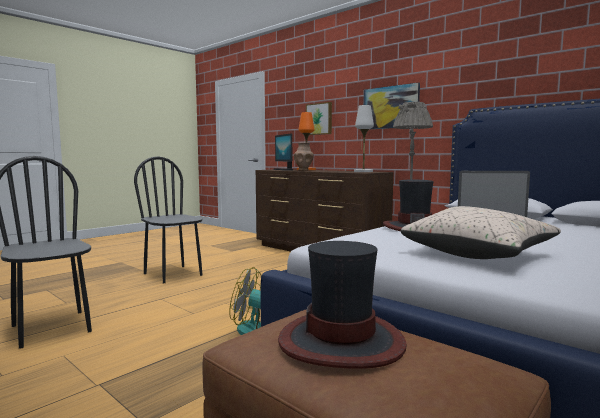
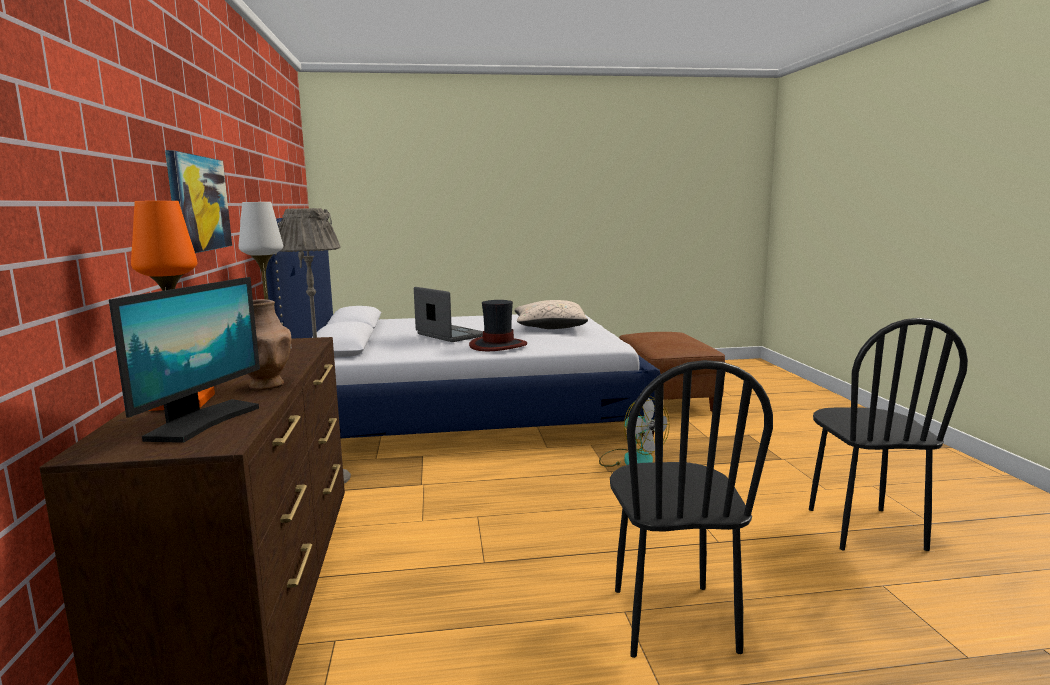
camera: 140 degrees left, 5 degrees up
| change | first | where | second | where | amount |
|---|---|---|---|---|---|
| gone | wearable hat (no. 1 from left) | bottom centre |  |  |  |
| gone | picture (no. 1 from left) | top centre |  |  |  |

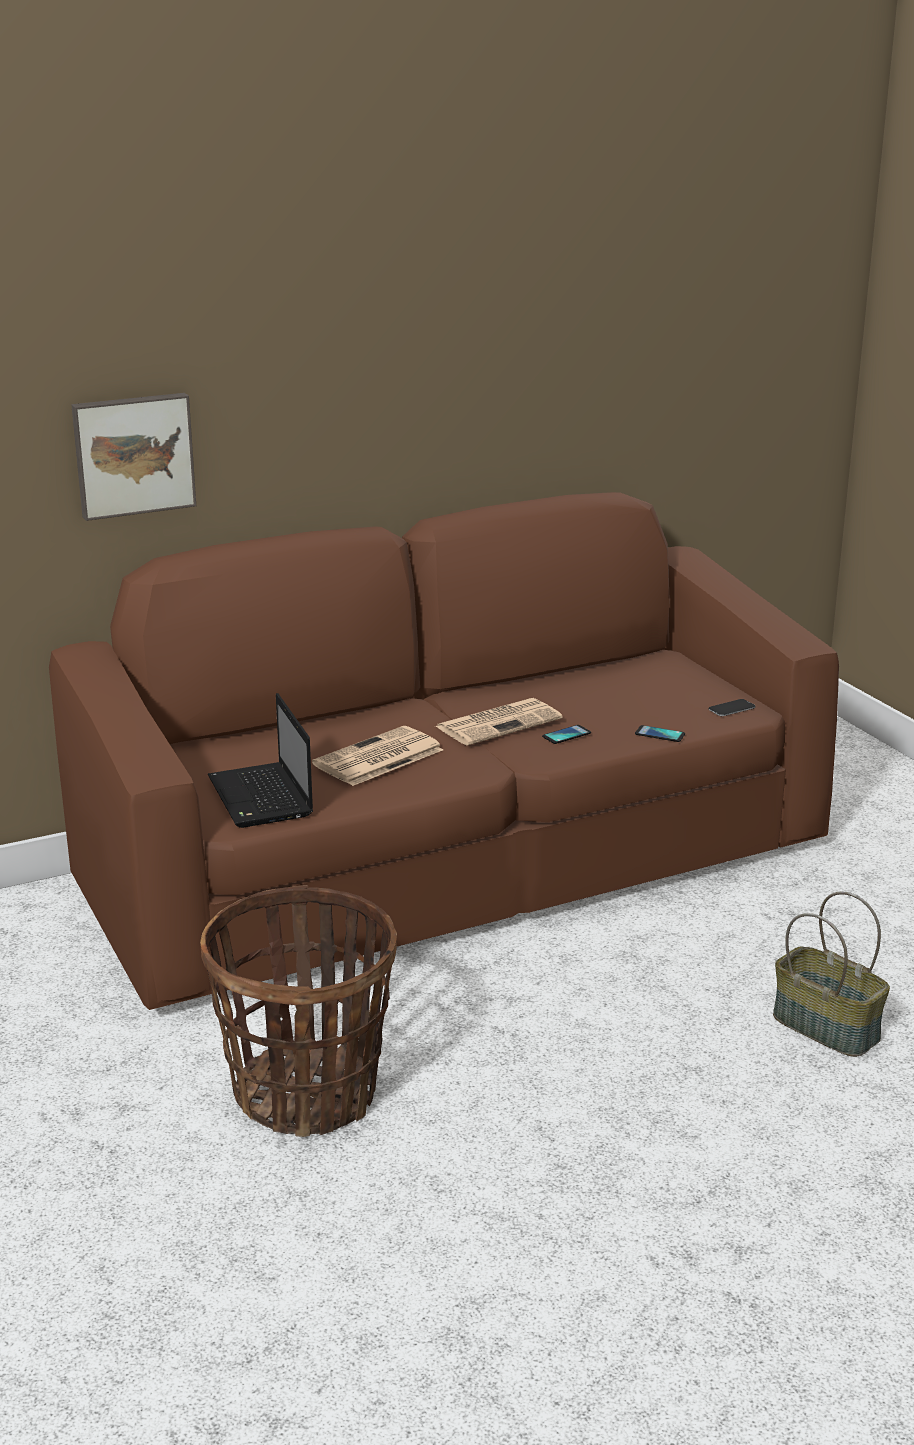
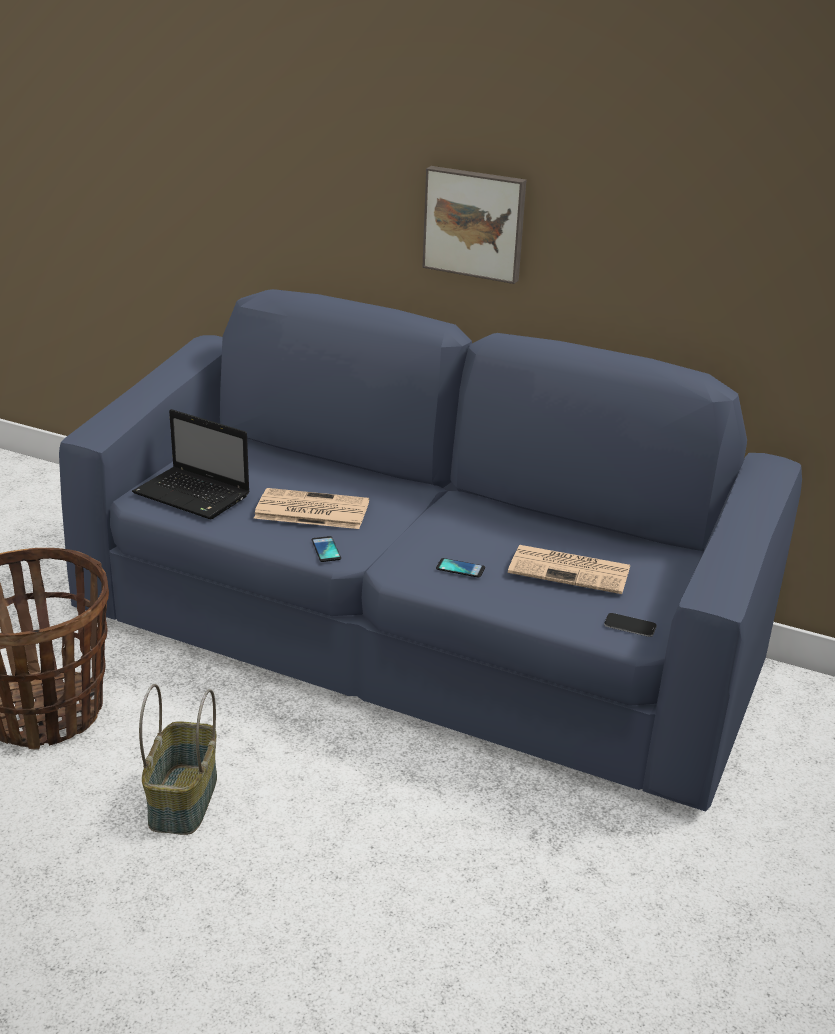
camera: 50 degrees right, 5 degrees up
| change | first | where | second | where | amount |
|---|---|---|---|---|---|
| repainted | couch (brown-coloured) | centre | couch (bluish) | centre |  |
| rotated | notebook computer | middle left |  | middle left | 90 degrees counterclockwise |
| shifted | basket (no. 2 from left) | bottom right |  | bottom left |  |
| shifted | phone (no. 2 from left in the first image) | middle right | phone (no. 1 from left) | centre |  |
| shifted | picture | top left |  | top centre |  |
| shifted | daily paper (no. 2 from left) | centre |  | middle right |  |

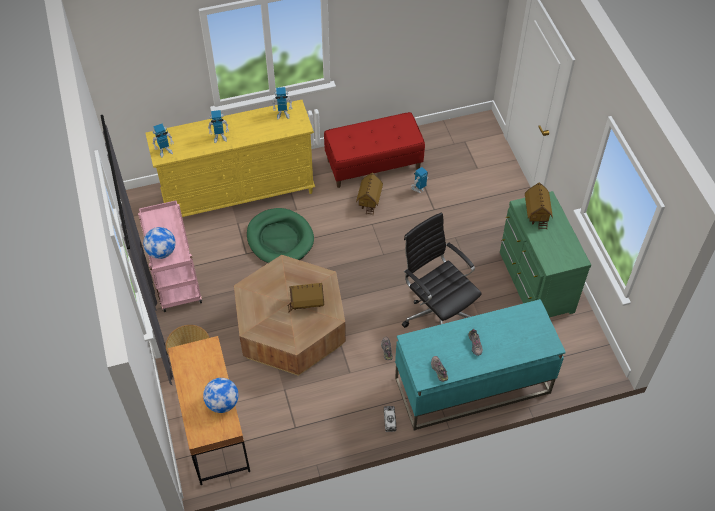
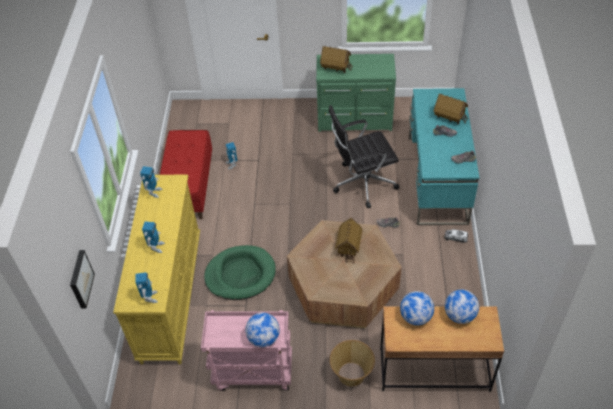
camera: 70 degrees left, 5 degrees down
| change | first | where | second | where | amount |
|---|---|---|---|---|---|
| new |  |  | picture | bottom left |  |
| new |  |  | desk globe (no. 2 from left) | bottom right |  |
| shifted | model house (no. 2 from left in the first image) | centre | model house (no. 3 from left) | top right |  |

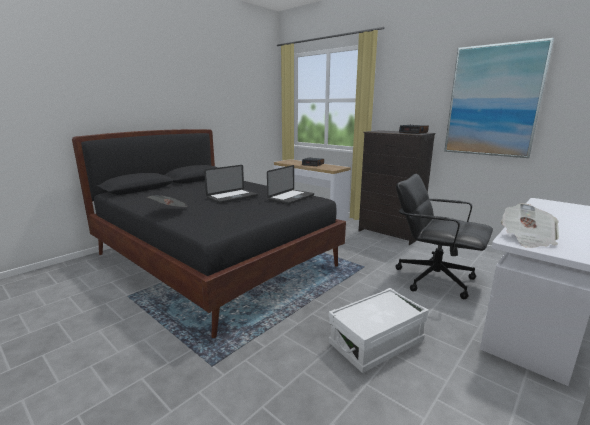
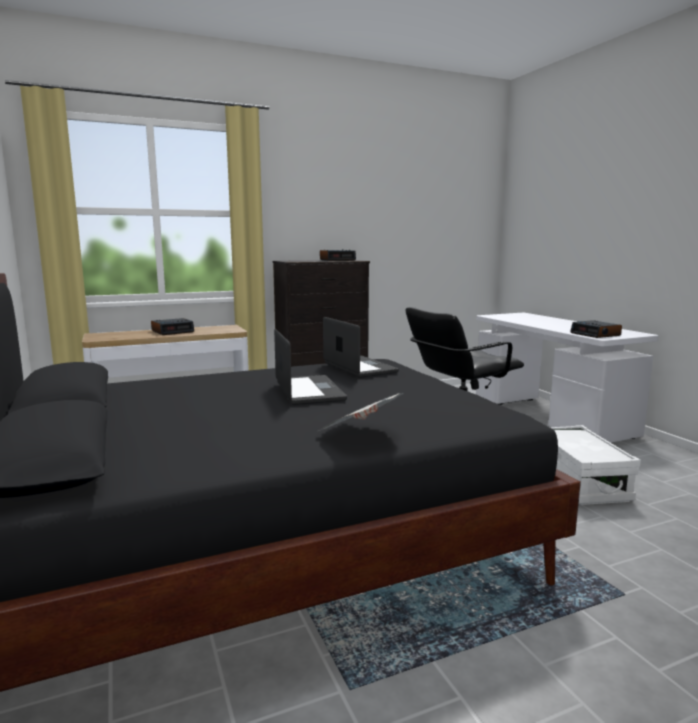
camera: 65 degrees left, 5 degrees down
| change | first | where | second | where | amount |
|---|---|---|---|---|---|
| swapped | daily paper (no. 2 from left) | middle right | bedside clock (no. 3 from left) | middle right |  |
| gone | picture | top right |  |  |  |

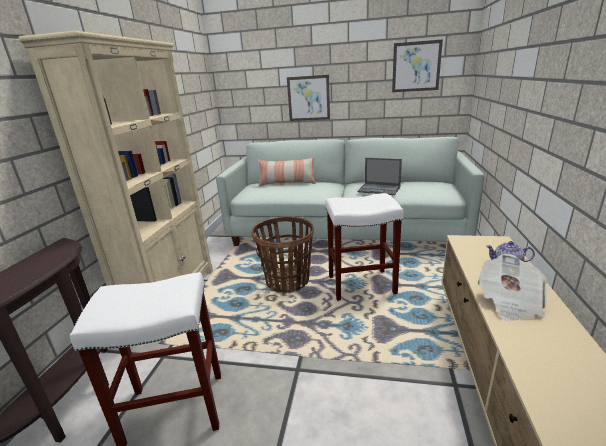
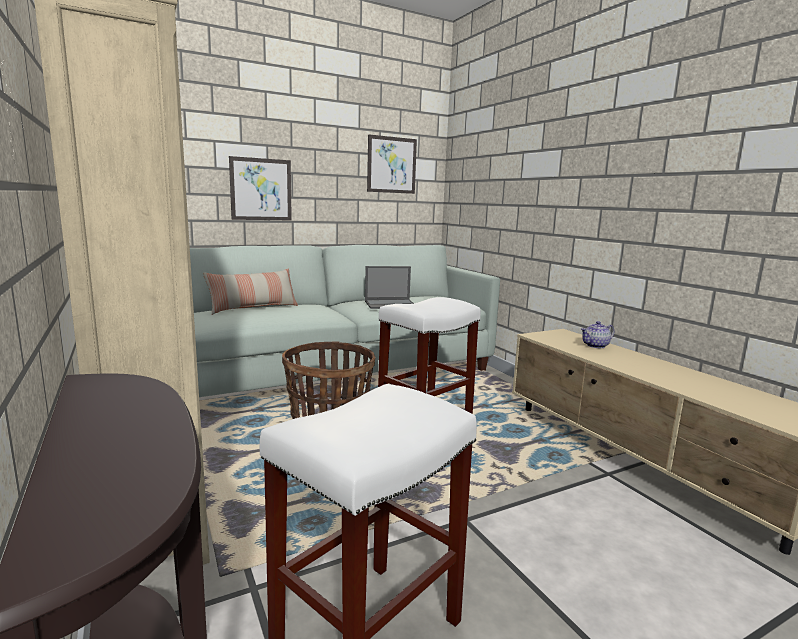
camera: 40 degrees left, 10 degrees down
| change | first | where | second | where | amount |
|---|---|---|---|---|---|
| gone | daily paper | middle right |  |  |  |

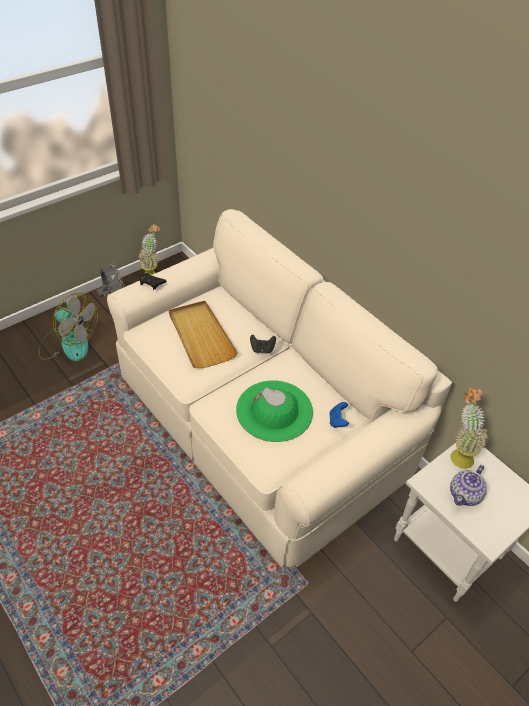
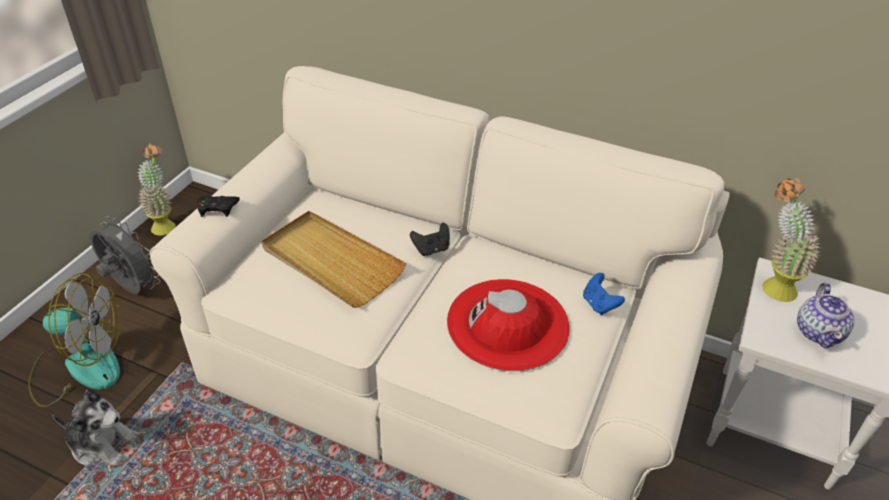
camera: 25 degrees left, 5 degrees down
| change | first | where | second | where | amount |
|---|---|---|---|---|---|
| new |  |  | cuddly toy | bottom left |  |
| repainted | wearable hat (green) | centre | wearable hat (red-coloured) | centre |  |

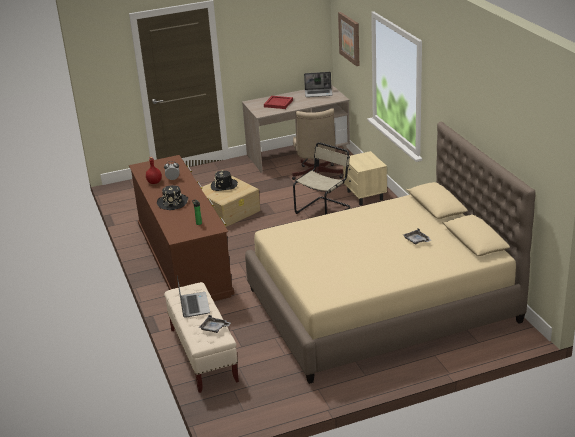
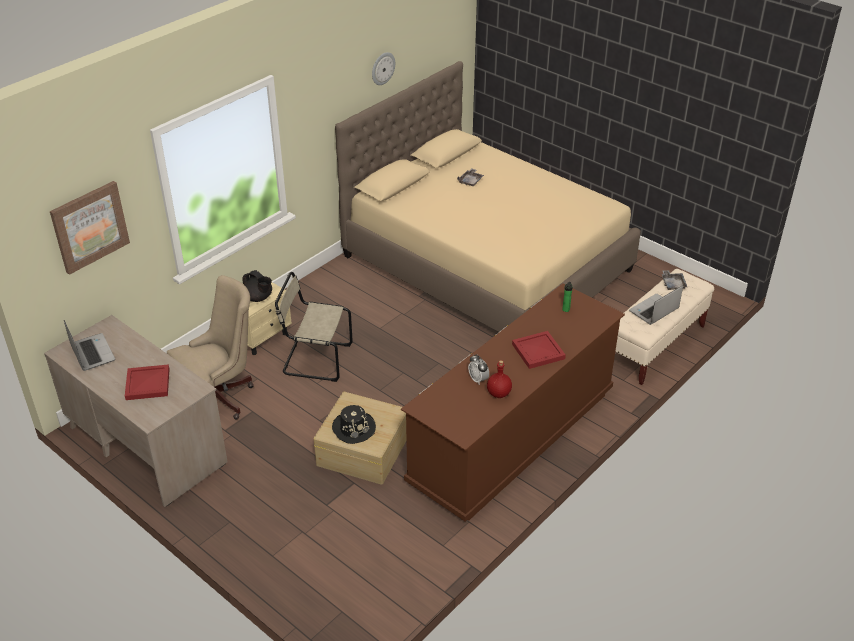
camera: 120 degrees left, 10 degrees up
| change | first | where | second | where | amount |
|---|---|---|---|---|---|
| new |  |  | tea pot (black-coloured) | middle left |  |
| new |  |  | hanging clock | top centre |  |
| swapped | wearable hat (black-coloured) (no. 1 from left) | middle left | serving tray (red-coloured) (no. 2 from left) | centre |  |

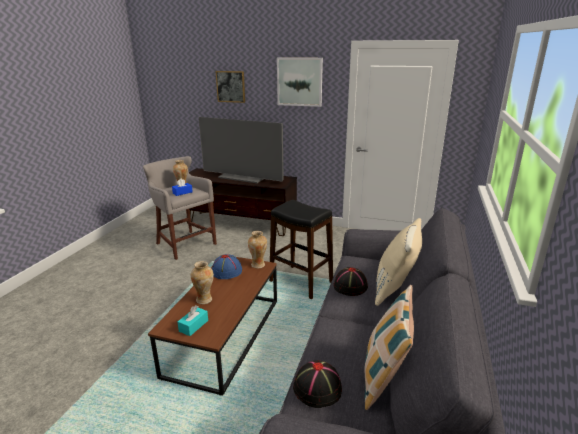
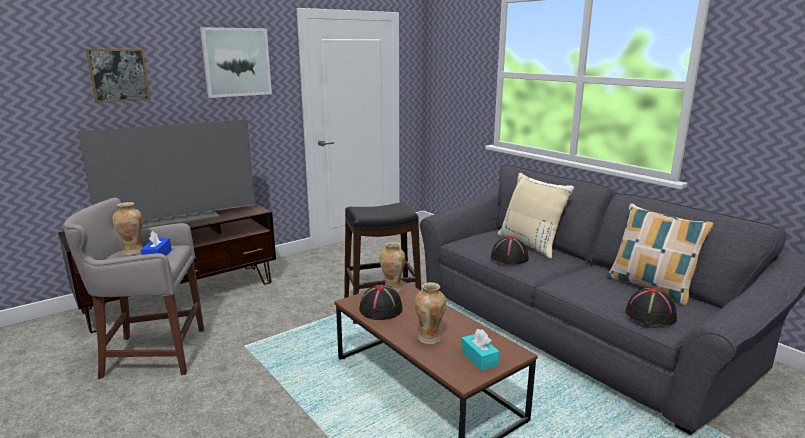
camera: 55 degrees left, 5 degrees down
| change | first | where | second | where | amount |
|---|---|---|---|---|---|
| repainted | wearable hat (bluish) | centre | wearable hat (black-coloured) (no. 1 from left) | bottom centre |  |

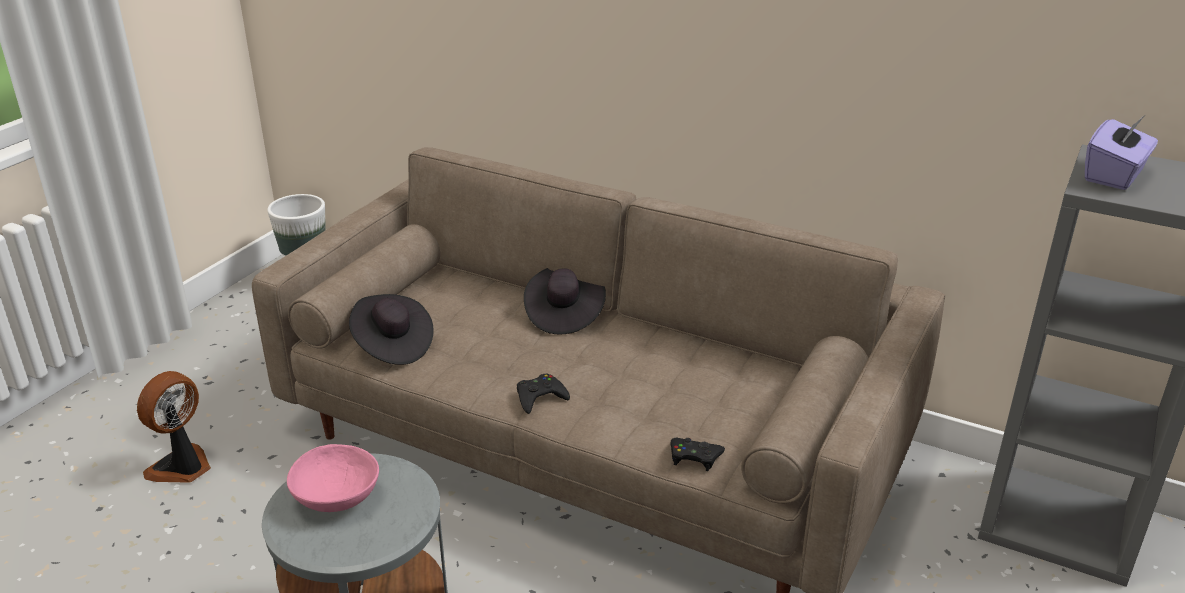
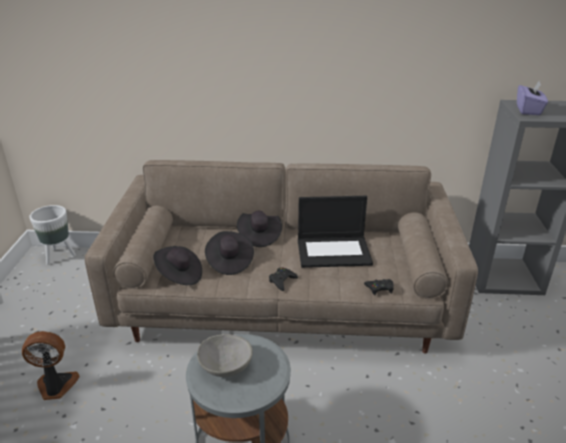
camera: 25 degrees left, 0 degrees up
| change | first | where | second | where | amount |
|---|---|---|---|---|---|
| rotated | electric fan | bottom left |  | bottom left | 75 degrees clockwise |
| repainted | serving bowl (pink) | bottom left | serving bowl (grey) | bottom centre |  |
| new |  |  | wearable hat (black-coloured) (no. 2 from left) | centre |  |
| new |  |  | notebook computer | centre |  |

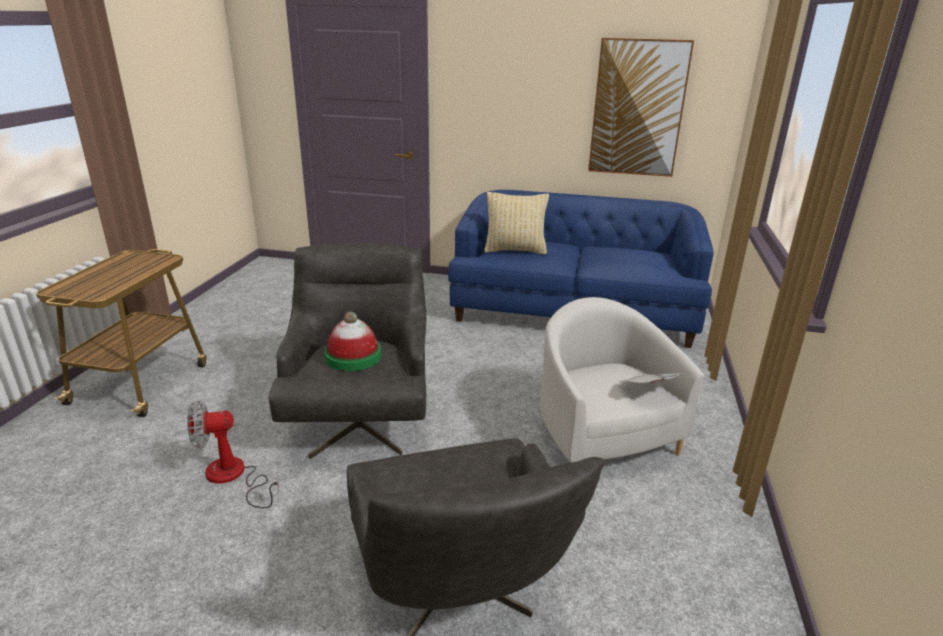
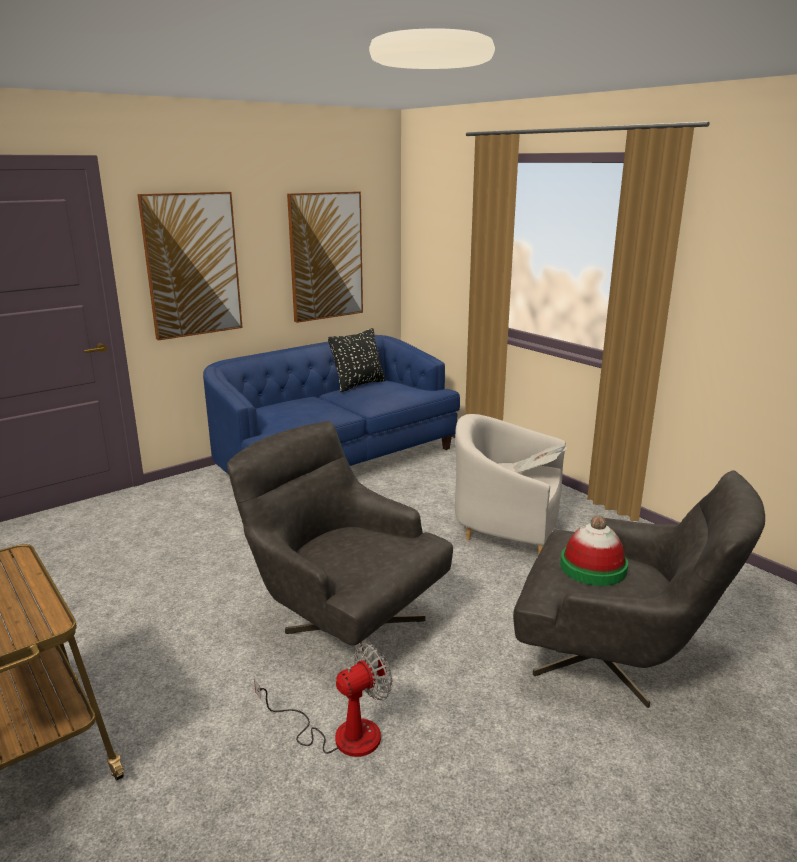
camera: 50 degrees left, 5 degrees down
| change | first | where | second | where | amount |
|---|---|---|---|---|---|
| new |  |  | picture (no. 1 from left) | top left |  |
| rotated | electric fan | bottom left |  | bottom centre | 150 degrees counterclockwise |
| new |  |  | throw pillow (black-coloured) | centre |  |
| shifted | wearable hat | centre |  | middle right |  |
| gone | throw pillow (beige-coloured) | centre |  |  |  |

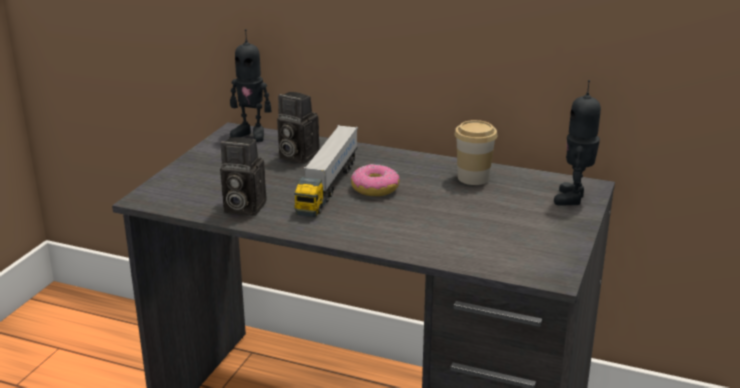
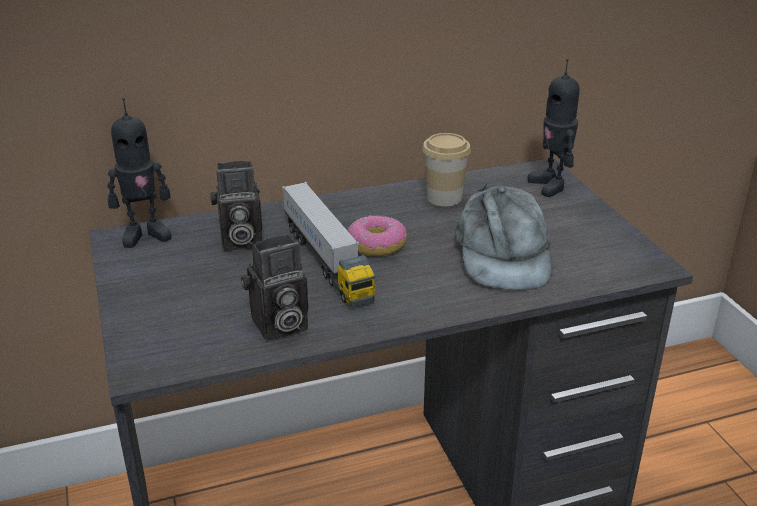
camera: 40 degrees left, 5 degrees up
| change | first | where | second | where | amount |
|---|---|---|---|---|---|
| new |  |  | cap (grey) | centre |  |

